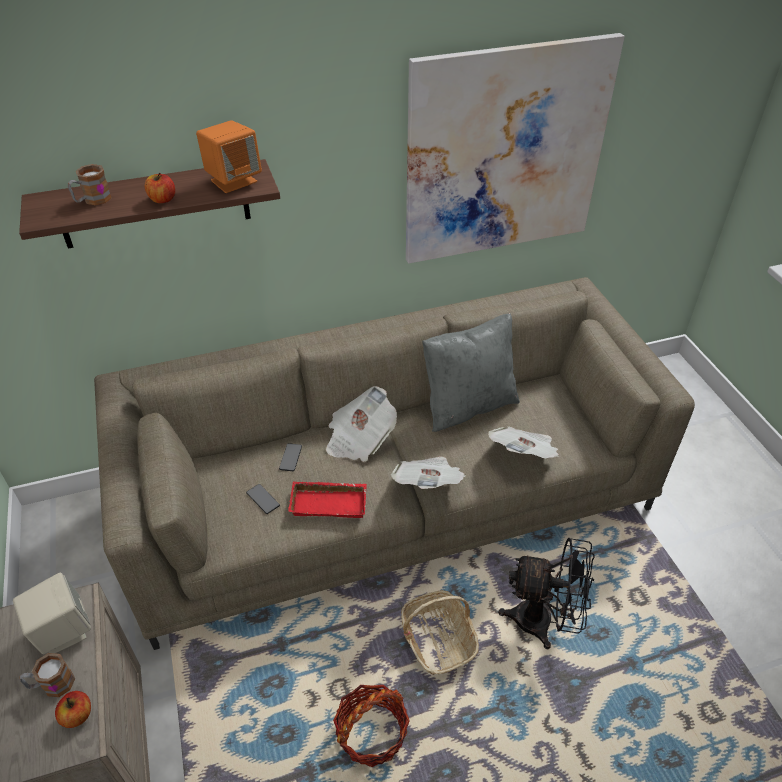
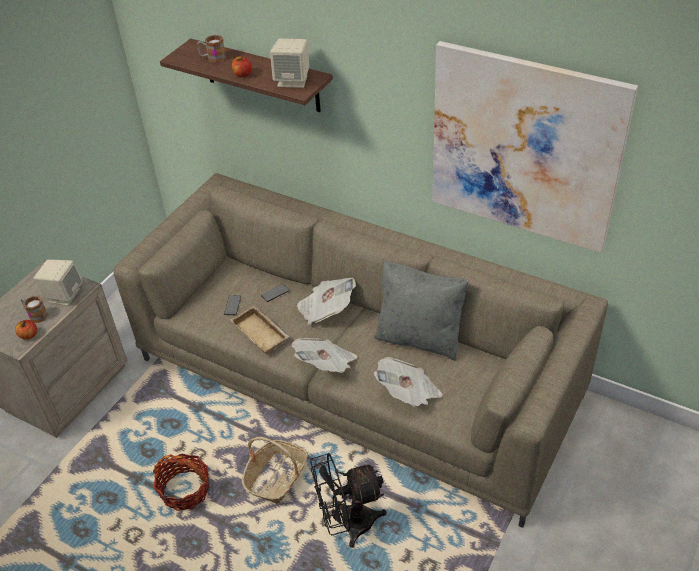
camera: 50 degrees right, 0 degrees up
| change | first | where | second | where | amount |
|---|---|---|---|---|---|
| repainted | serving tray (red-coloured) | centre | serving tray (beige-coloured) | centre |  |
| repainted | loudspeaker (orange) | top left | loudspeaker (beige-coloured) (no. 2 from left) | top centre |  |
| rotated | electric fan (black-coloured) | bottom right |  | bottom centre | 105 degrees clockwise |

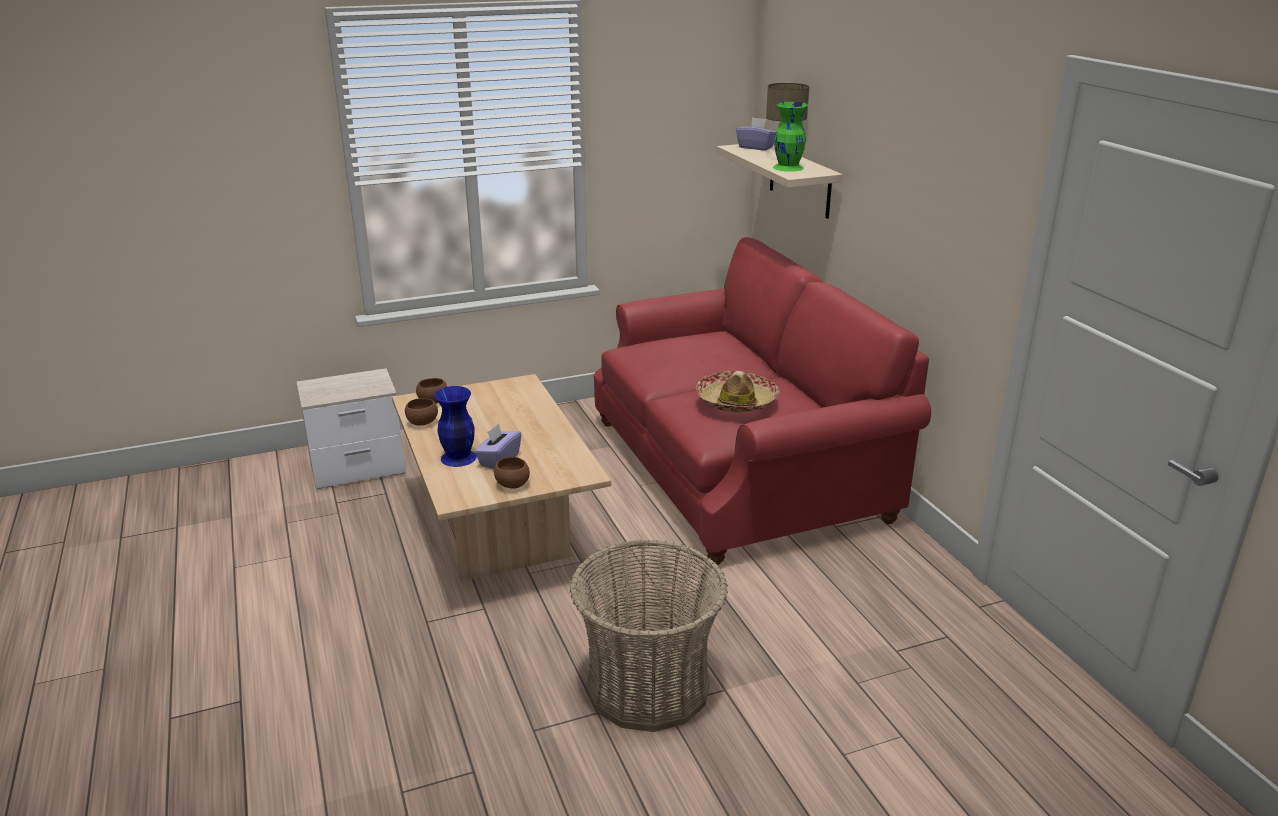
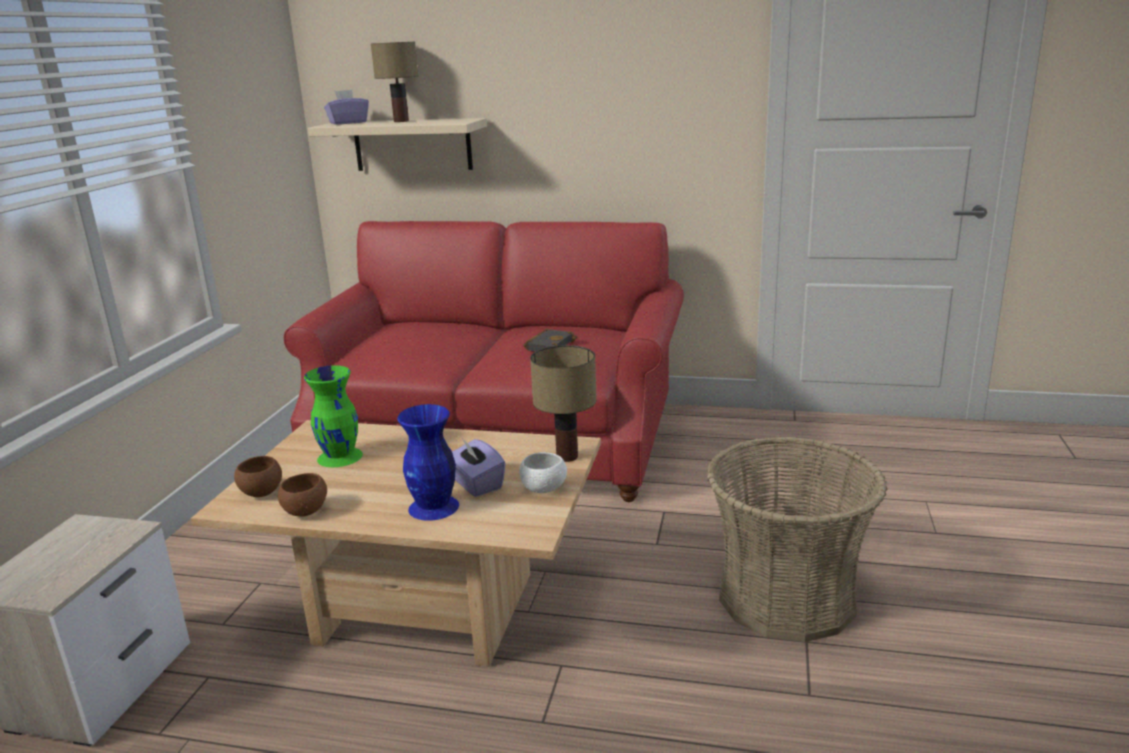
camera: 55 degrees left, 5 degrees down
| change | first | where | second | where | amount |
|---|---|---|---|---|---|
| shifted | vase (green) | top centre |  | middle left |  |
| repainted | serving bowl (brown-coloured) (no. 3 from left) | centre | serving bowl (white-coloured) | centre |  |
| swapped | wearable hat | centre | bound book (black-coloured) | centre |  |
| new |  |  | tabletop lamp (no. 2 from left) | centre |  |

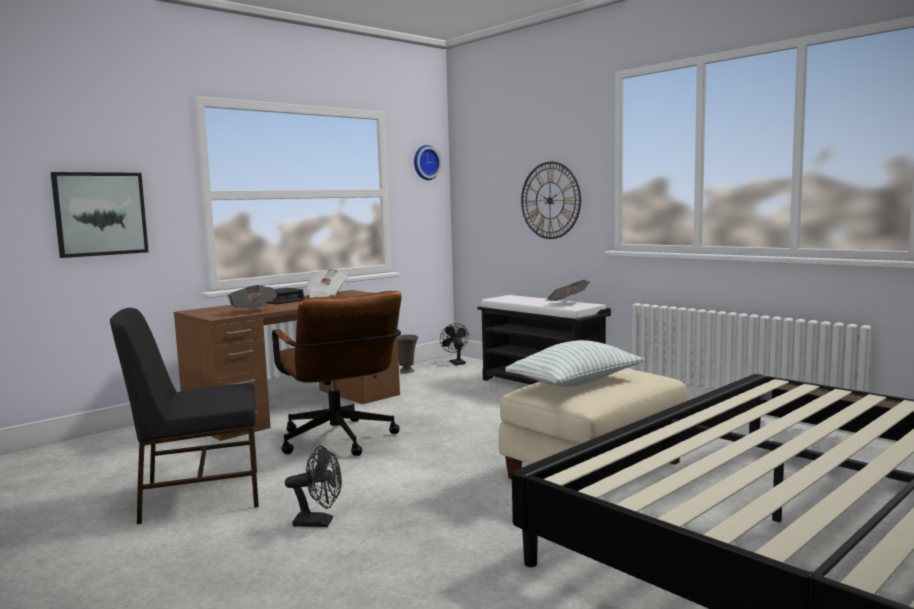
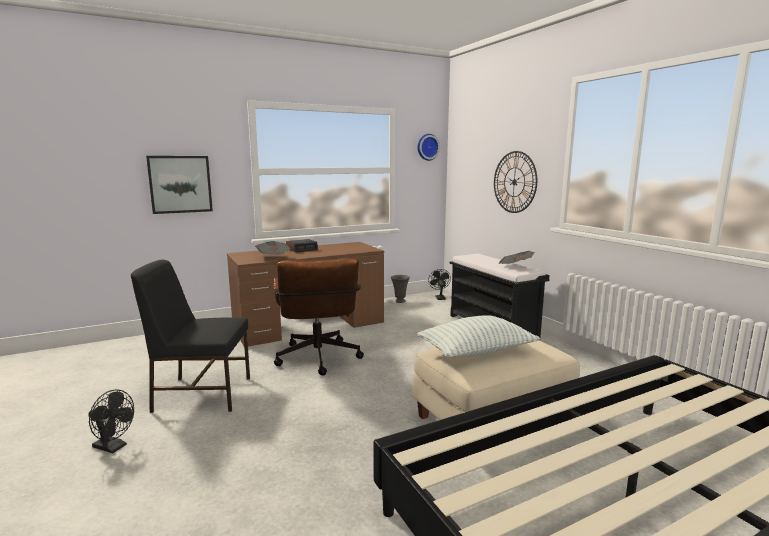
camera: 15 degrees right, 5 degrees up
| change | first | where | second | where | amount |
|---|---|---|---|---|---|
| shifted | electric fan (black-coloured) (no. 1 from left) | bottom centre |  | bottom left |  |
| gone | daily paper (no. 2 from left) | centre |  |  |  |

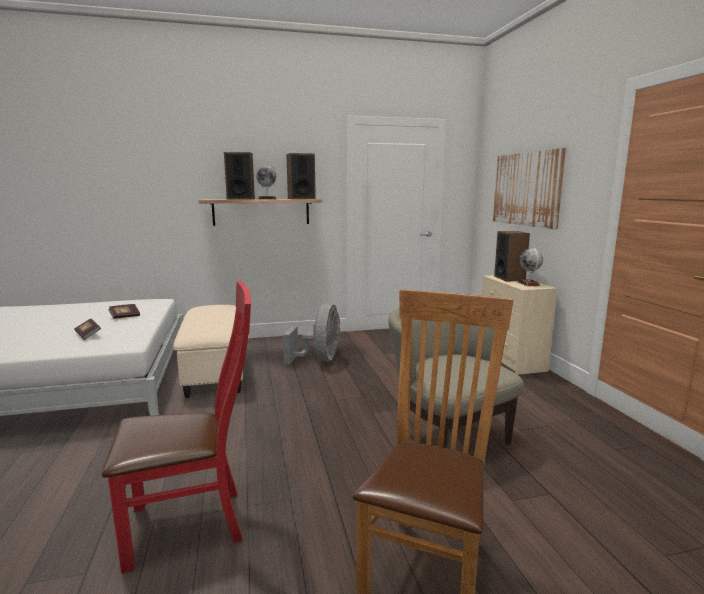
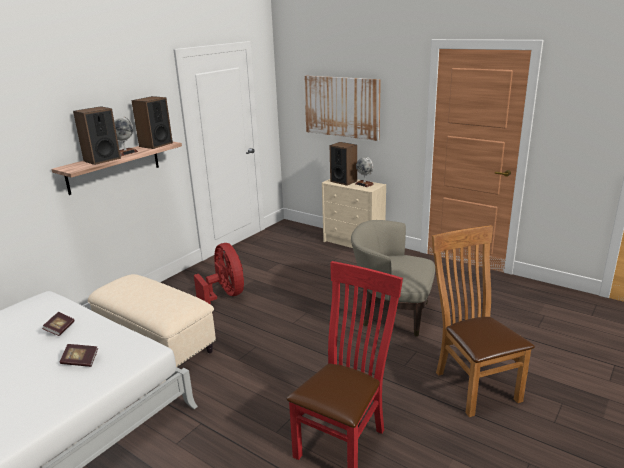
camera: 40 degrees left, 10 degrees up
| change | first | where | second | where | amount |
|---|---|---|---|---|---|
| repainted | electric fan (grey) | centre | electric fan (red-coloured) | centre |  |

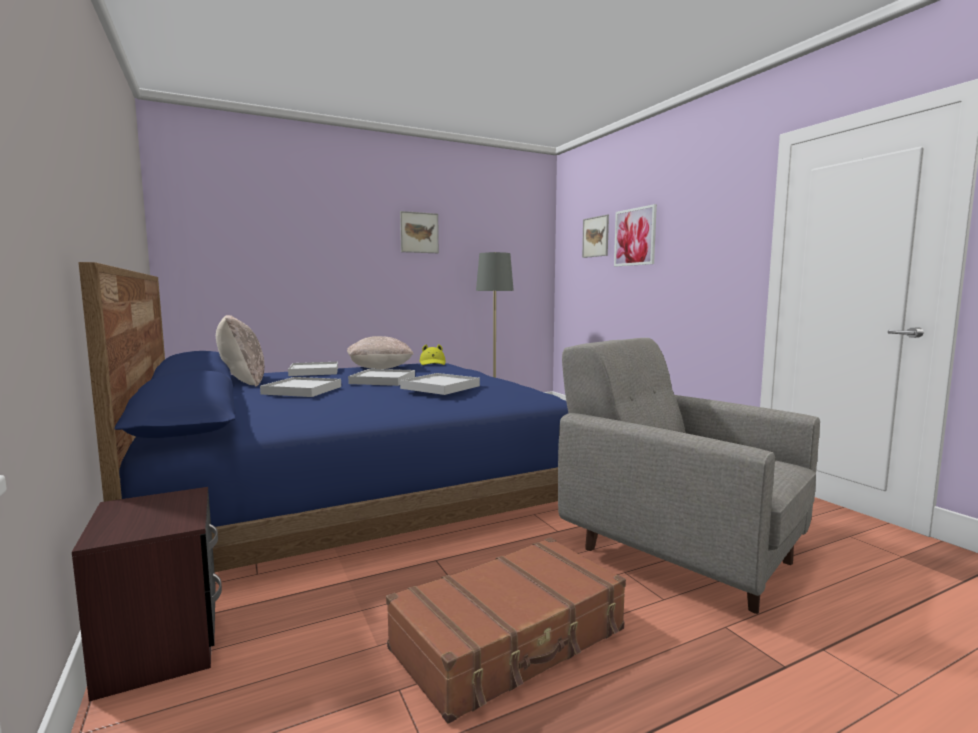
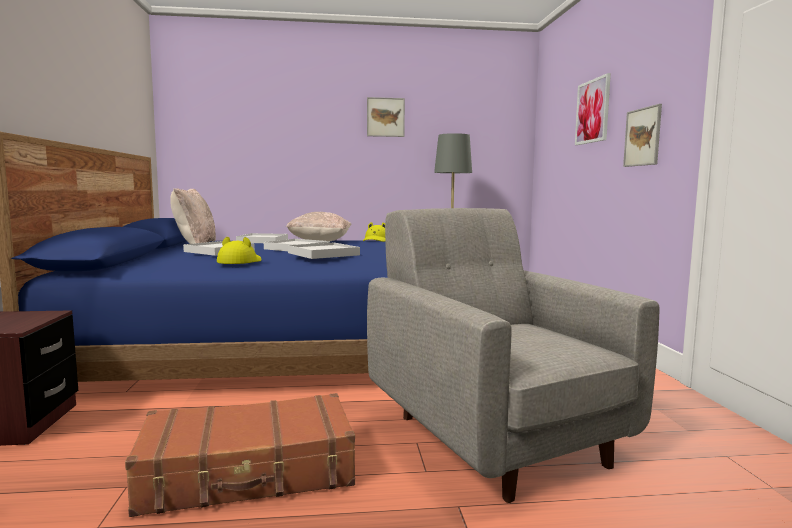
camera: 20 degrees right, 0 degrees up
| change | first | where | second | where | amount |
|---|---|---|---|---|---|
| new |  |  | wearable hat (yellow-coloured) (no. 1 from left) | middle left |  |
| shifted | picture (no. 2 from left in the first image) | top centre | picture (no. 3 from left) | top right |  |

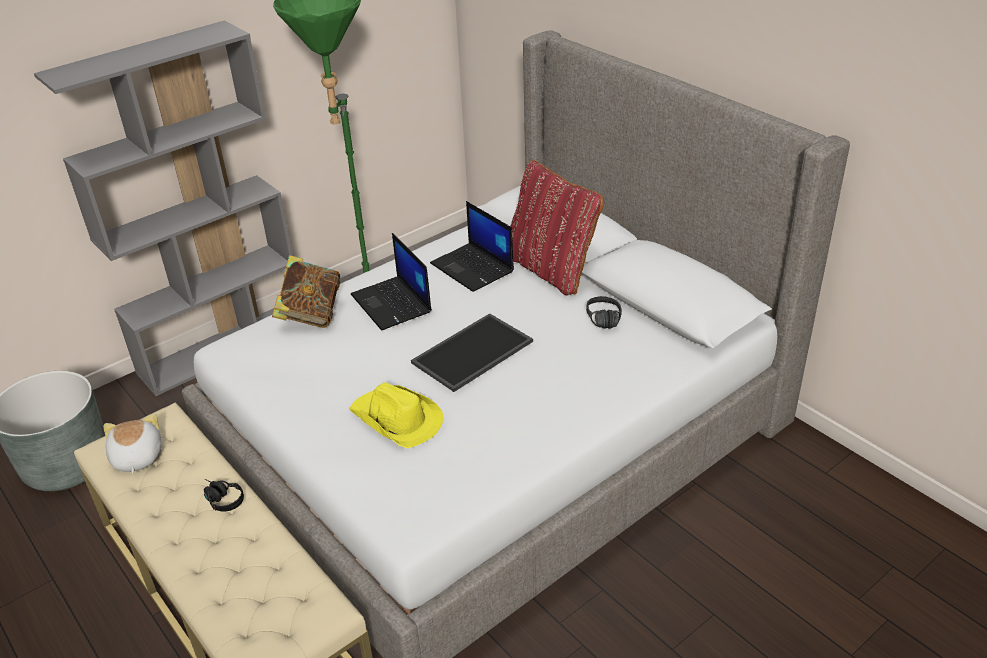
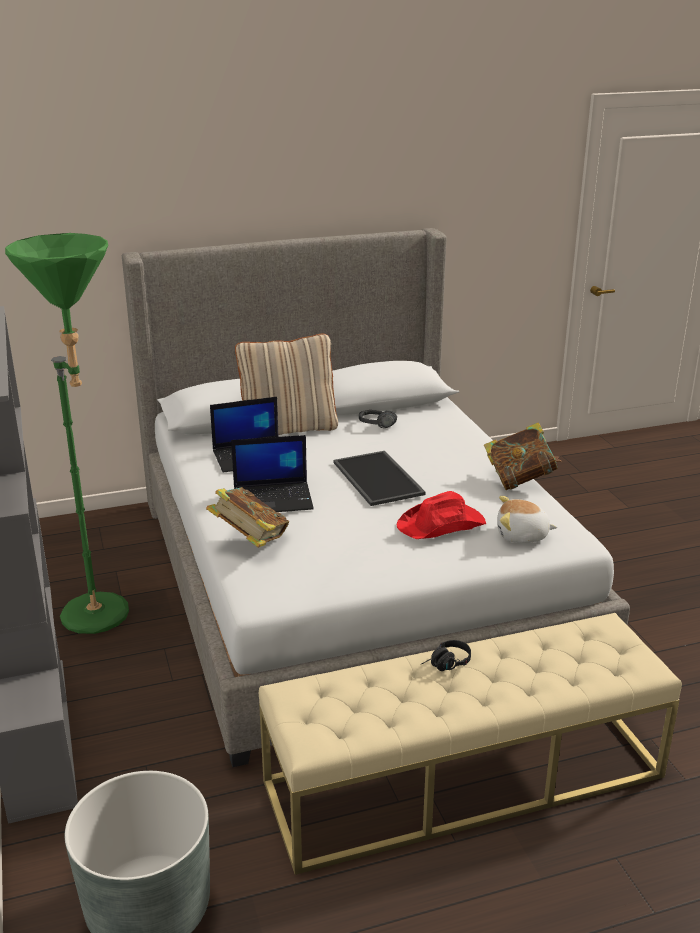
camera: 70 degrees left, 10 degrees down
| change | first | where | second | where | amount |
|---|---|---|---|---|---|
| repainted | throw pillow (red-coloured) | centre | throw pillow (beige-coloured) | centre |  |
| repainted | wearable hat (yellow-coloured) | centre | wearable hat (red-coloured) | centre |  |
| new |  |  | bound book (no. 2 from left) | middle right |  |
| shifted | cuddly toy | bottom left |  | middle right |  |

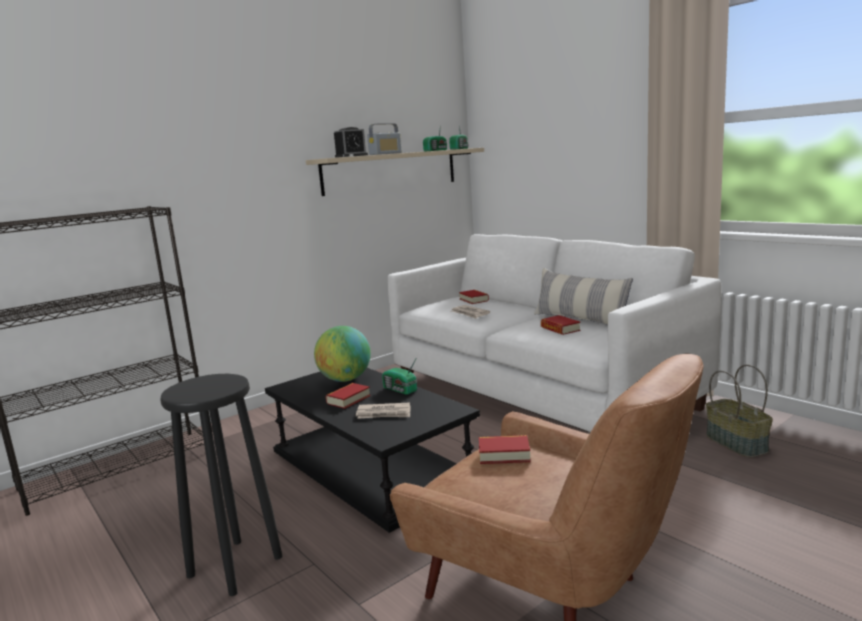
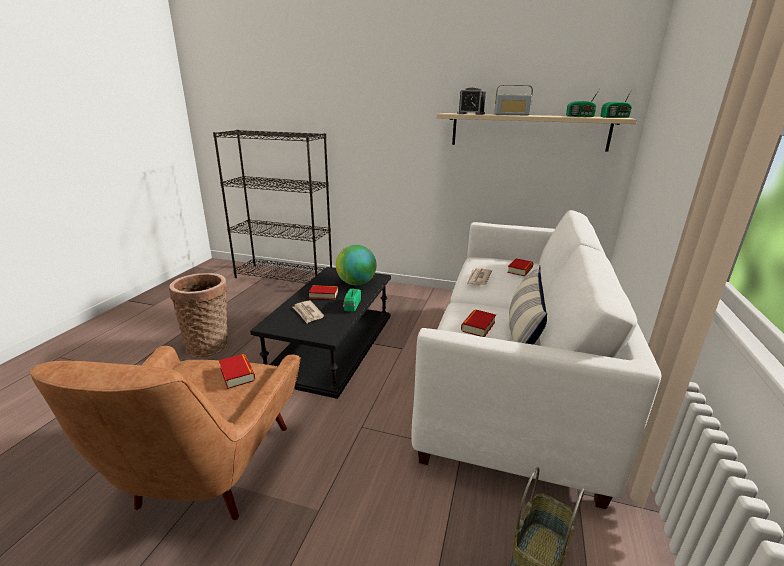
camera: 55 degrees right, 10 degrees up
| change | first | where | second | where | amount |
|---|---|---|---|---|---|
| swapped | sitting stool (black-coloured) | bottom left | basket (no. 1 from left) | middle left |  |

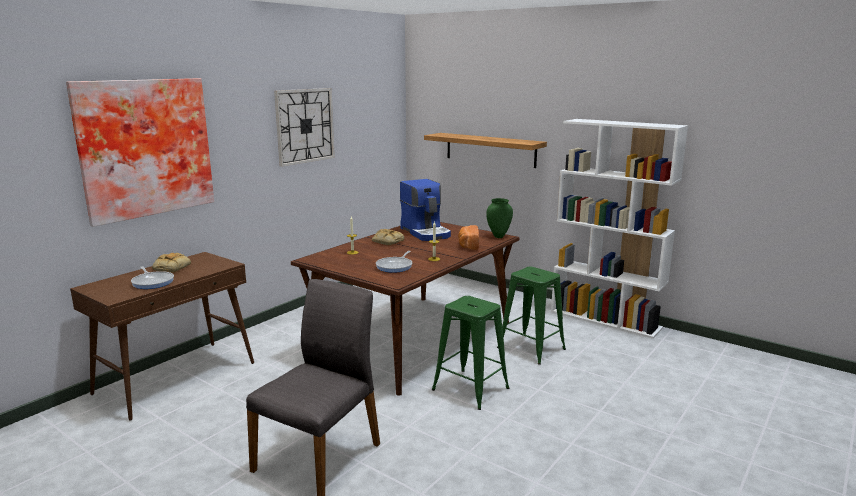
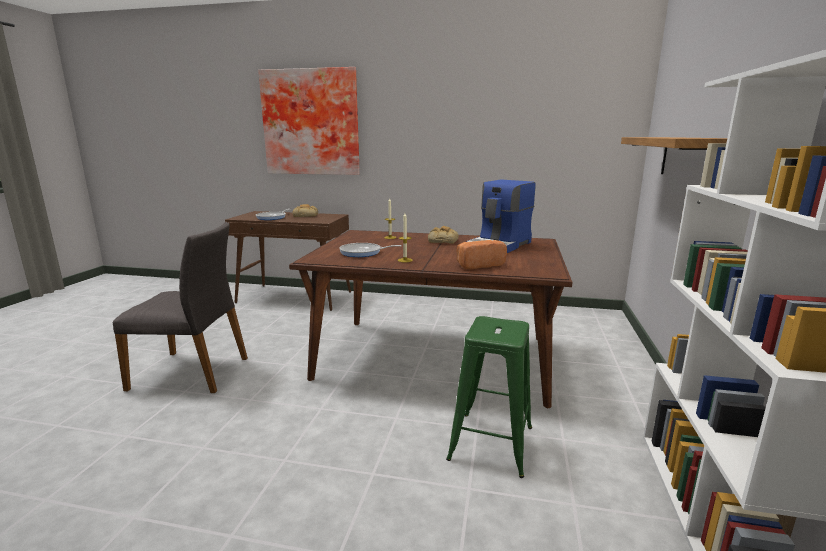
camera: 65 degrees right, 0 degrees up
| change | first | where | second | where | amount |
|---|---|---|---|---|---|
| gone | hanging clock | top centre |  |  |  |
| gone | sitting stool (green) (no. 1 from left) | bottom centre |  |  |  |
| gone | vase (green) | centre |  |  |  |

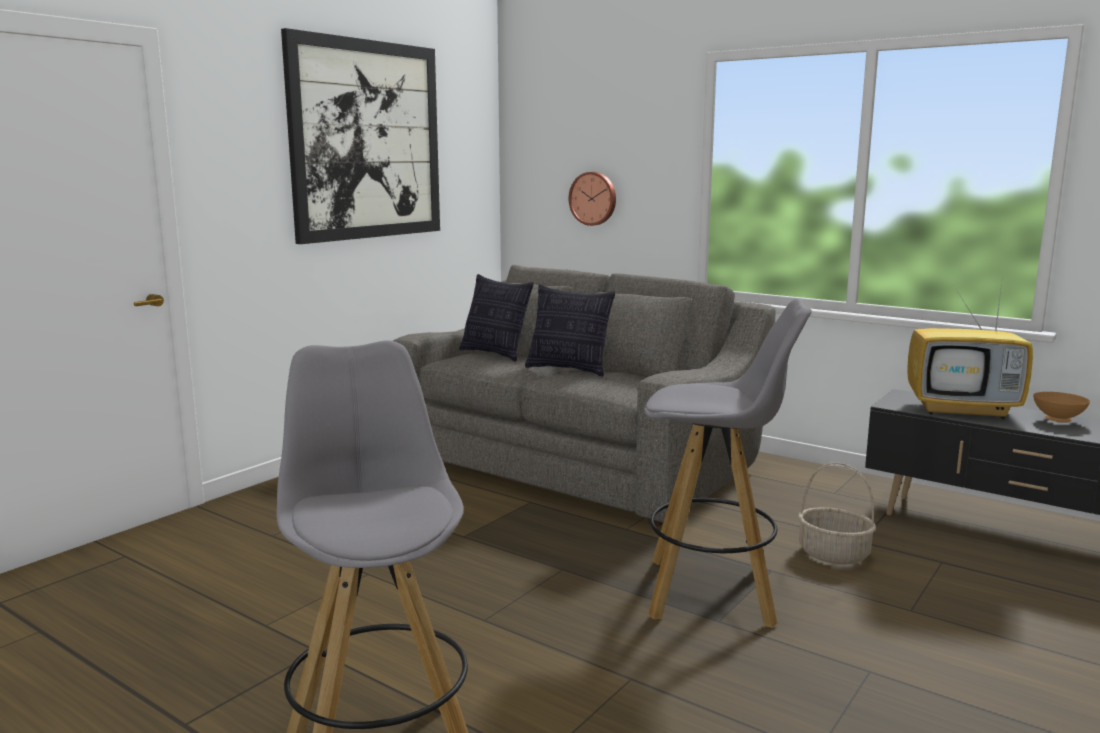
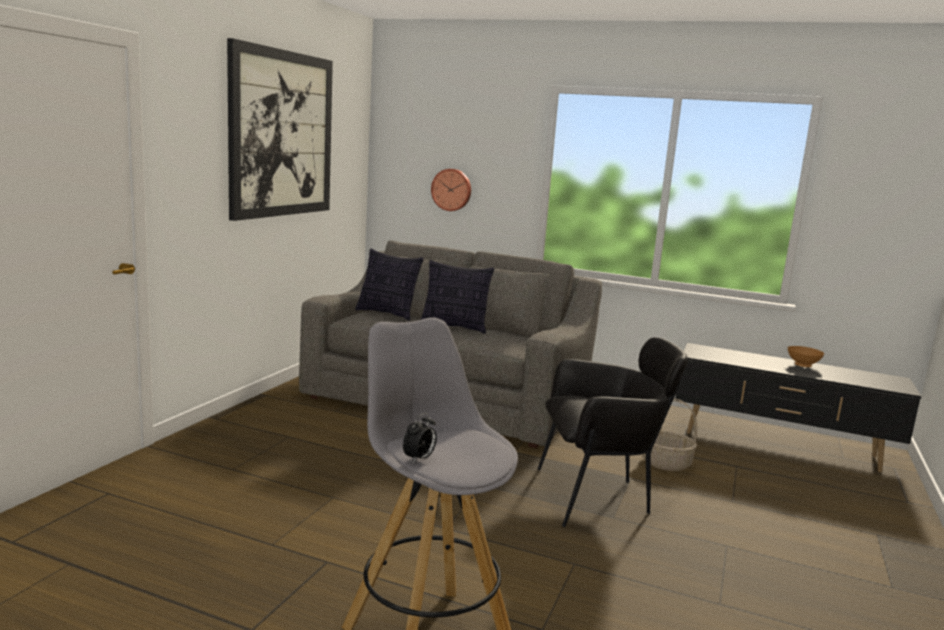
camera: 15 degrees left, 0 degrees up
| change | first | where | second | where | amount |
|---|---|---|---|---|---|
| new |  |  | bedside clock | bottom centre |  |
| swapped | sitting stool (grey) (no. 2 from left) | centre | armchair (black-coloured) | bottom centre |  |
| gone | TV set | middle right |  |  |  |

